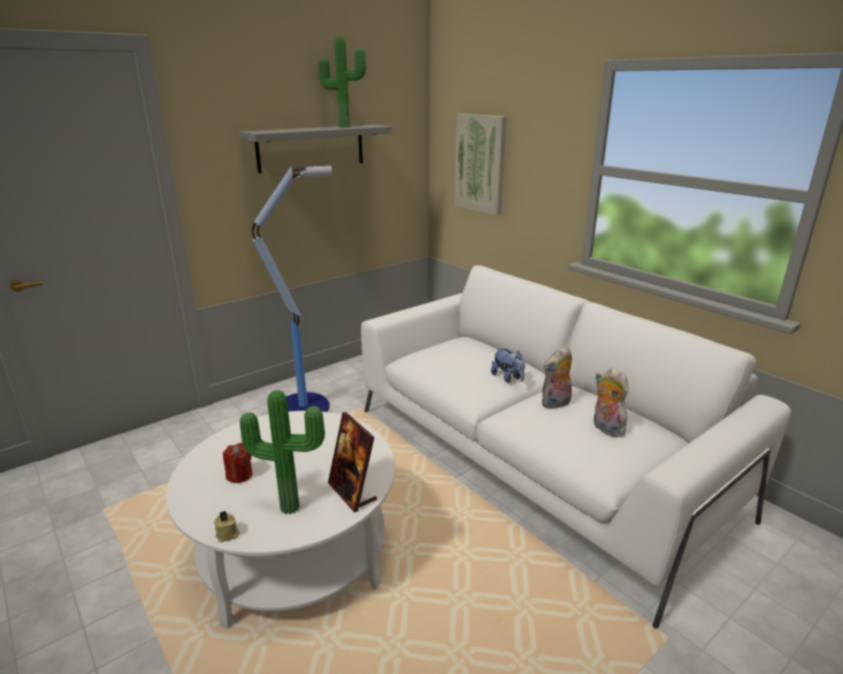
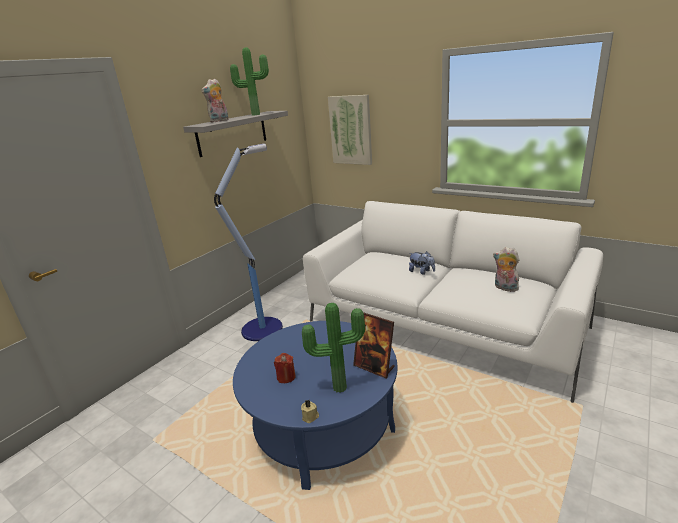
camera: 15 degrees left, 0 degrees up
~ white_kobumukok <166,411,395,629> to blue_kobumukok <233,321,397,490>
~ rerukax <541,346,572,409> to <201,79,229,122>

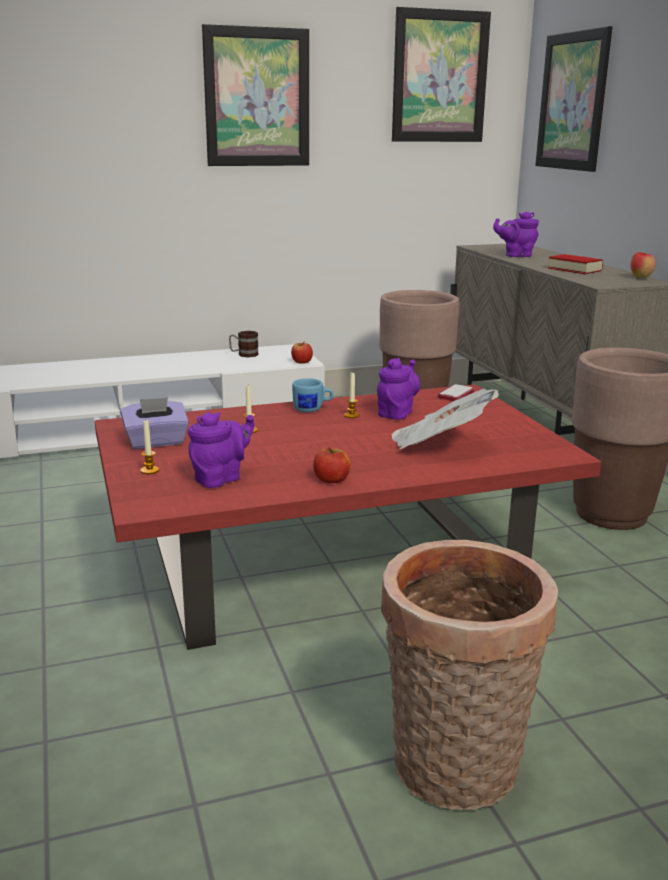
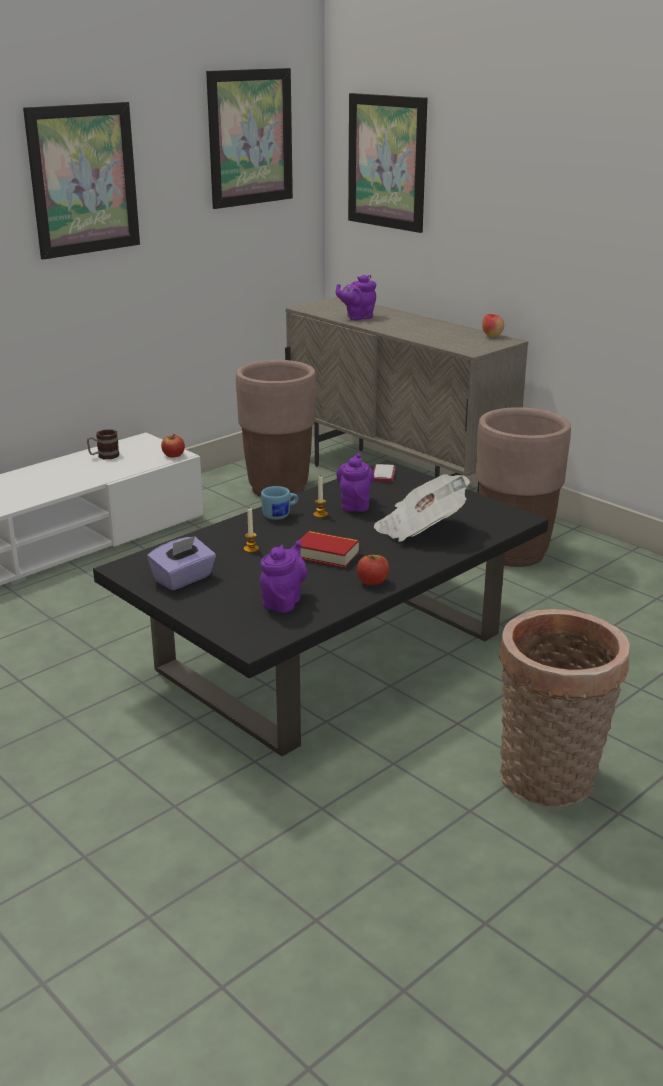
camera: 25 degrees left, 5 degrees up
~ red_kobumukok <95,384,601,650> to black_kobumukok <93,460,548,756>
- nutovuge <140,420,159,474>
~ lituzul <548,254,603,274> to <294,531,359,568>

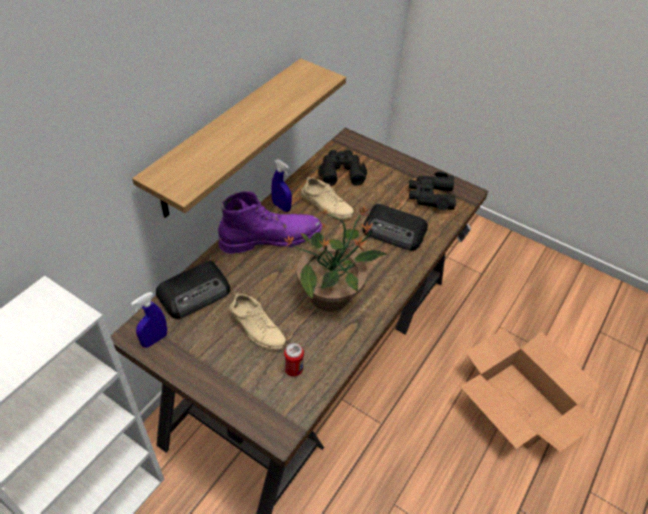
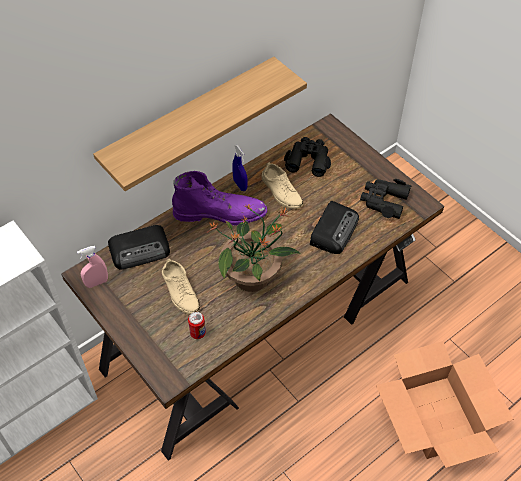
camera: 20 degrees right, 5 degrees up
~ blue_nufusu <131,292,167,348> to pink_nufusu <77,246,108,288>
~ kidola <363,204,428,251> = <310,201,359,254> 105 degrees counterclockwise

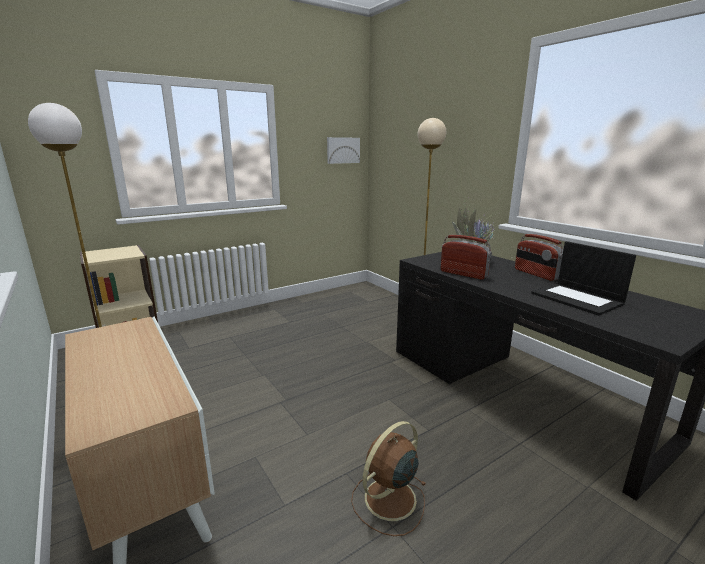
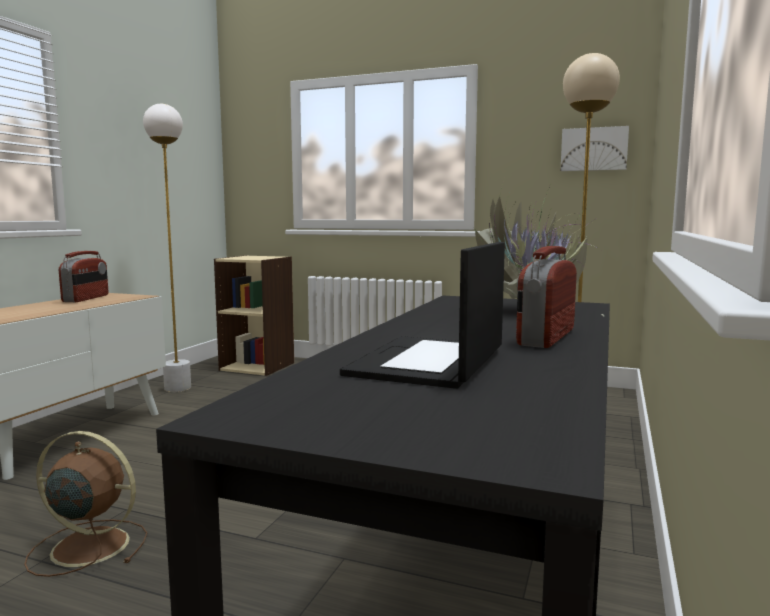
camera: 55 degrees right, 10 degrees down
~ kidola <441,235,492,280> to <59,251,108,302>

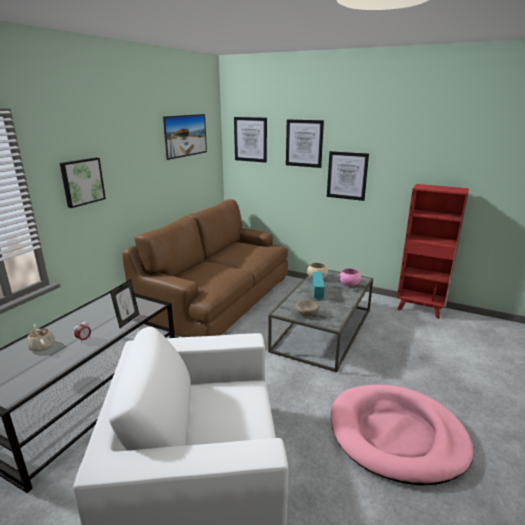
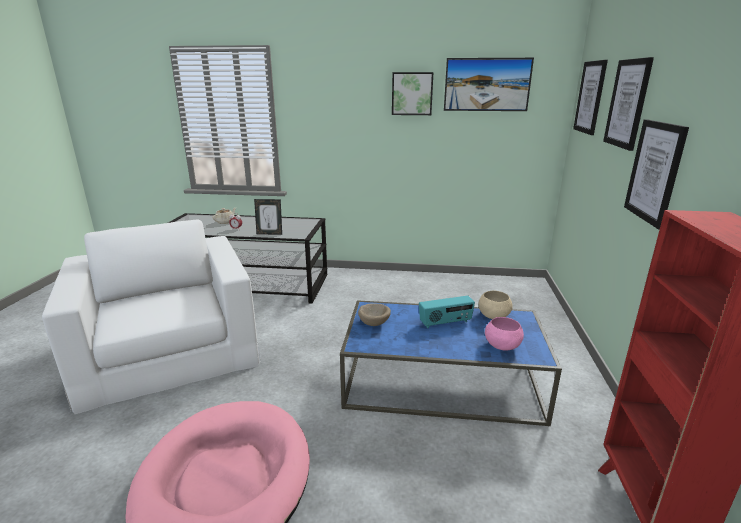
camera: 70 degrees right, 0 degrees up
~ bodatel <60,158,106,208> to <392,72,434,115>
- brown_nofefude <122,199,288,337>
~ grey_kobumukok <268,270,373,372> to blue_kobumukok <340,300,562,426>

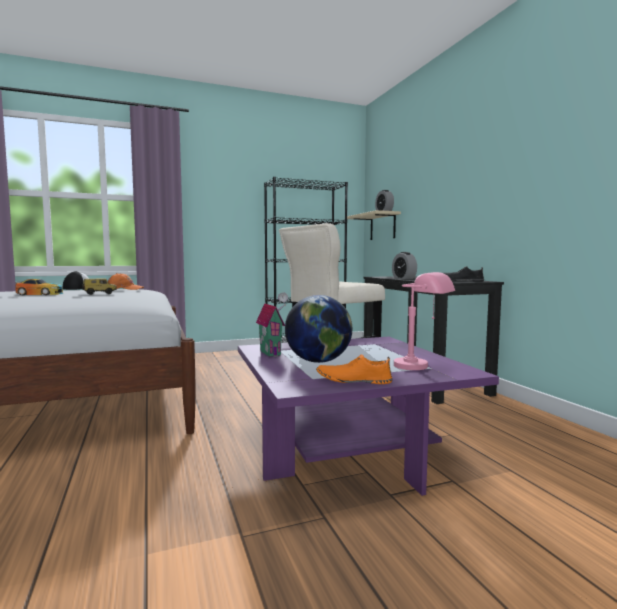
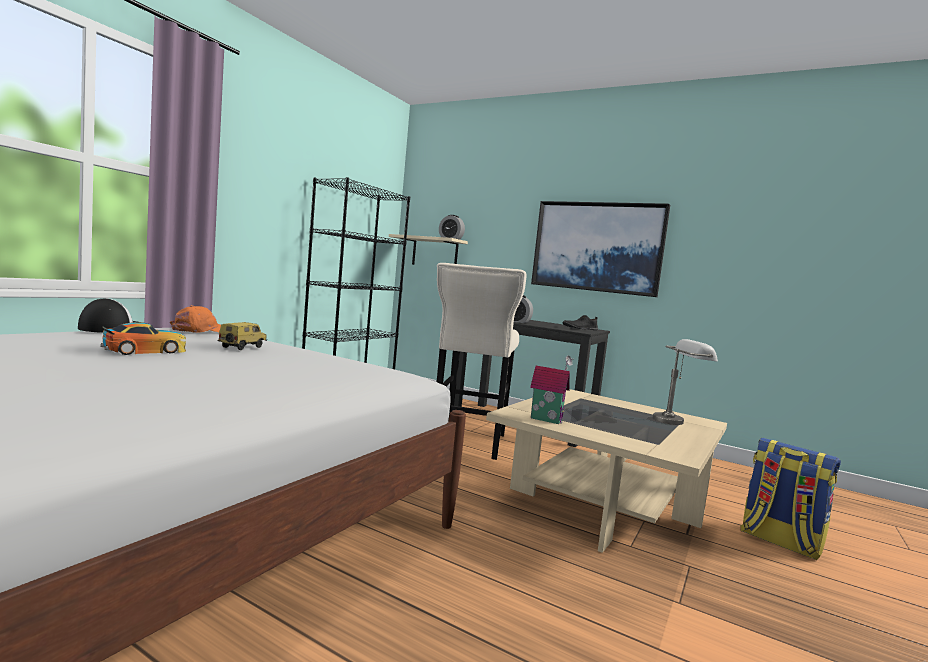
camera: 40 degrees left, 0 degrees up
~ purple_kobumukok <238,337,499,496> to beige_kobumukok <486,389,727,553>
- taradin <285,295,352,363>
- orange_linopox <316,355,392,384>
~ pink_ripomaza <394,272,455,370> to grey_ripomaza <653,339,718,425>
+ bodatel <531,201,670,297>
+ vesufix <741,438,841,560>

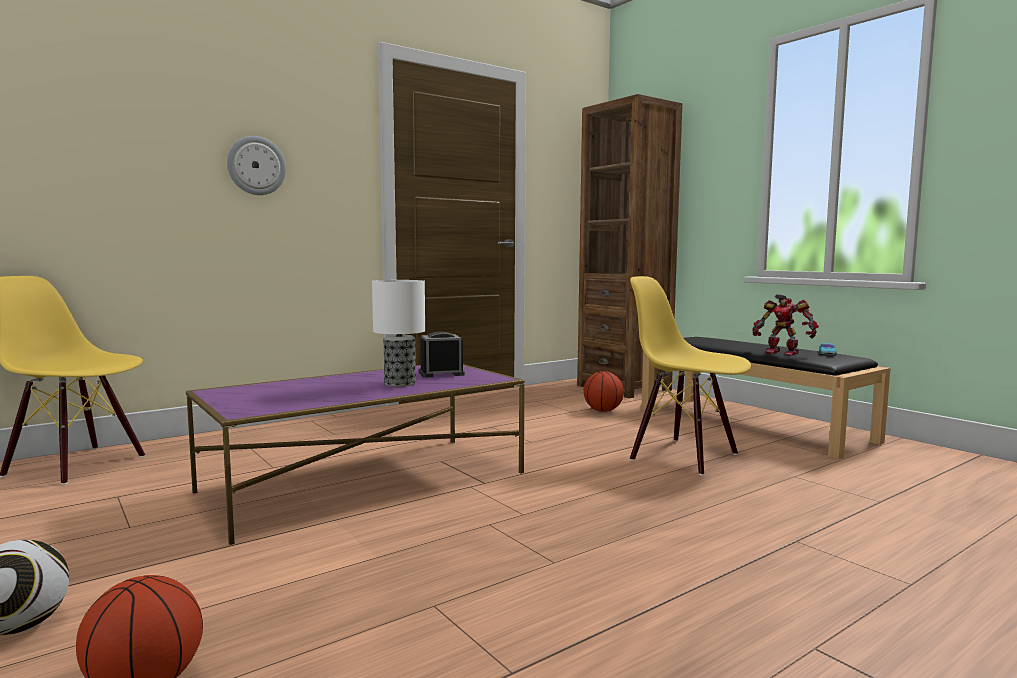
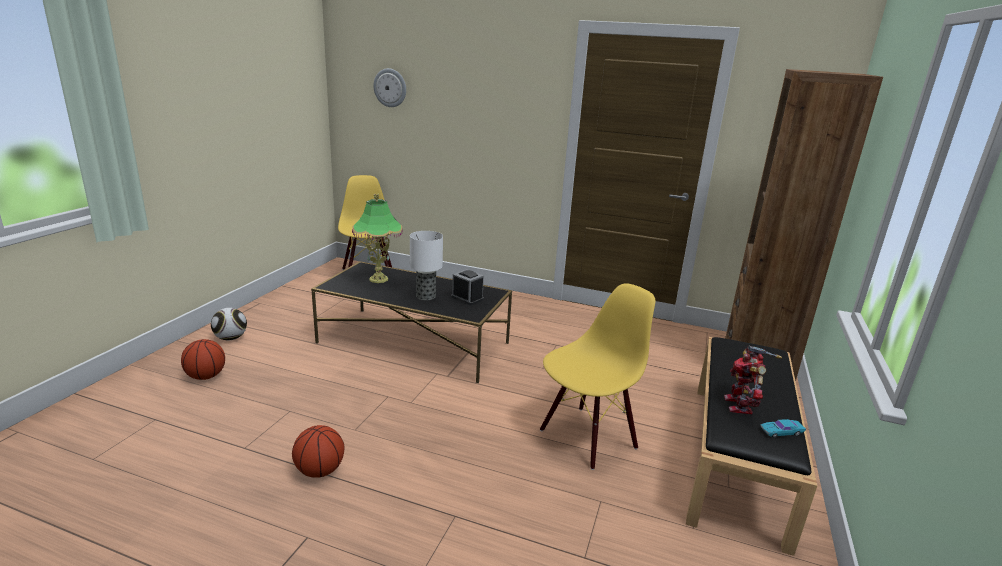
camera: 55 degrees right, 15 degrees up
~ purple_kobumukok <186,364,524,545> to black_kobumukok <311,261,512,383>
~ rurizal <227,136,286,195> to <373,68,406,107>
~ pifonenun <583,371,624,412> to <292,425,344,478>
~ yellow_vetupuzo <630,276,751,476> = <540,284,655,470> 45 degrees clockwise
+ ripomaza <352,194,403,283>

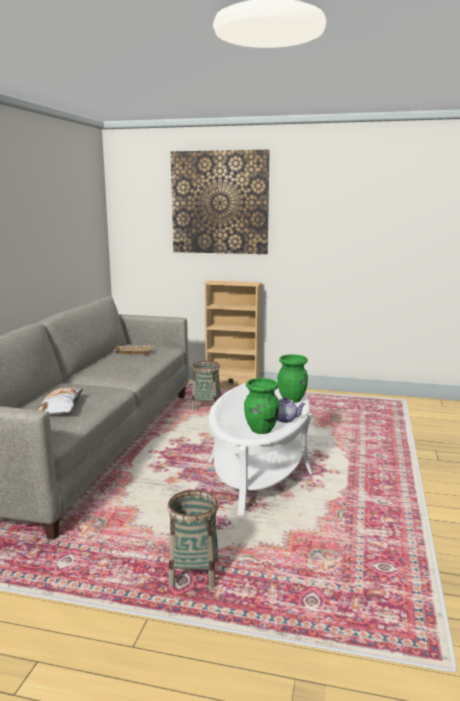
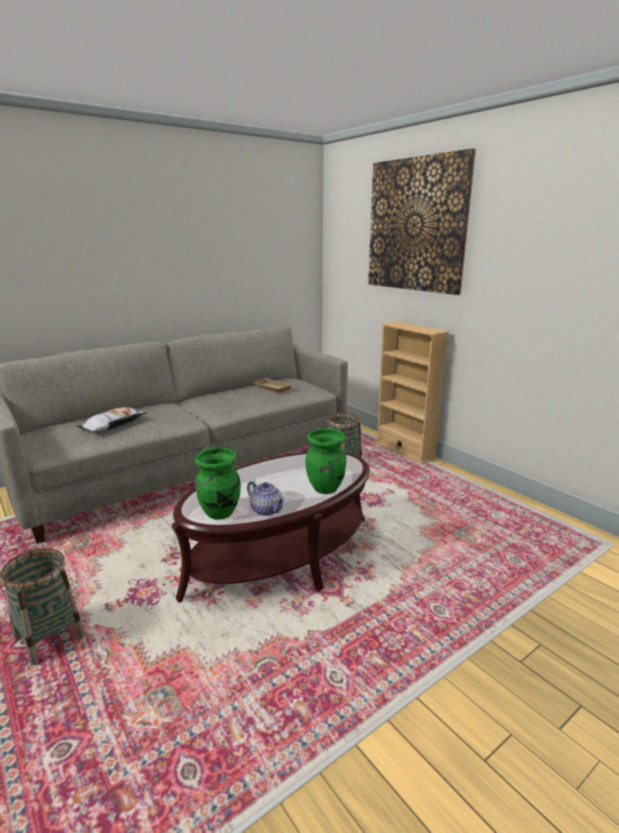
camera: 40 degrees right, 5 degrees up
~ white_kobumukok <208,380,313,516> to brown_kobumukok <172,452,370,603>

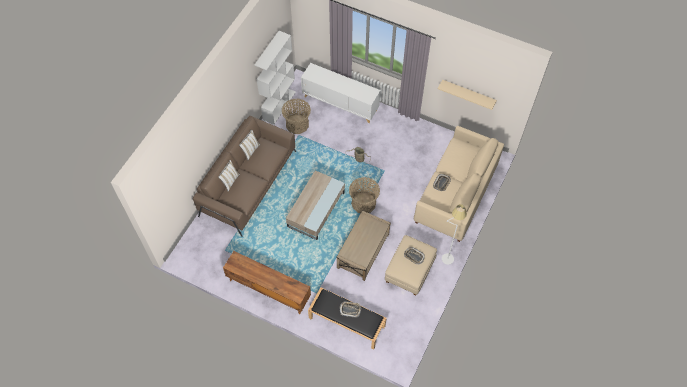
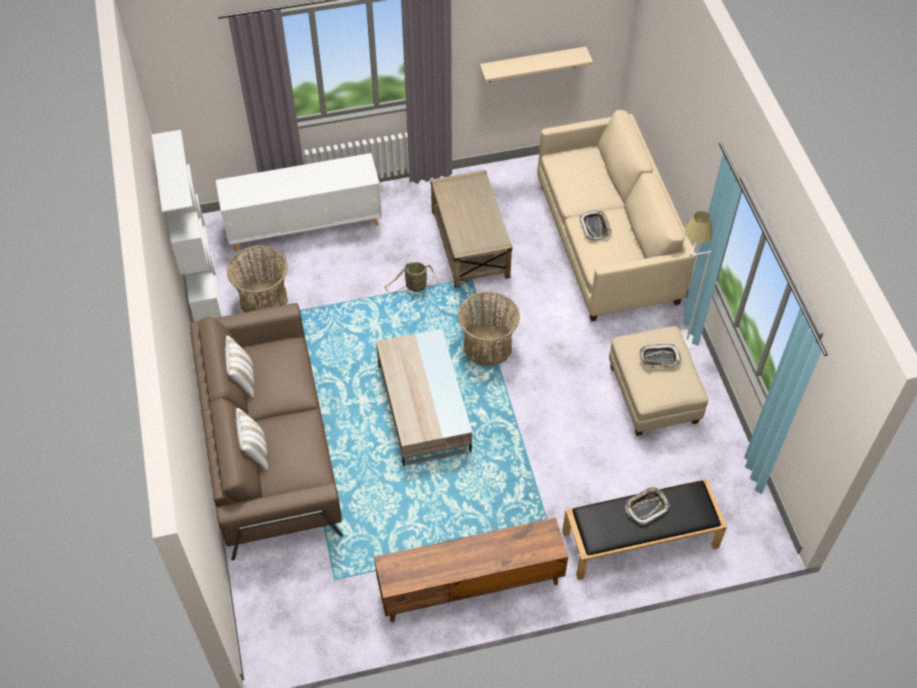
camera: 40 degrees left, 5 degrees down
~ beige_kobumukok <336,210,391,281> to <430,170,513,288>

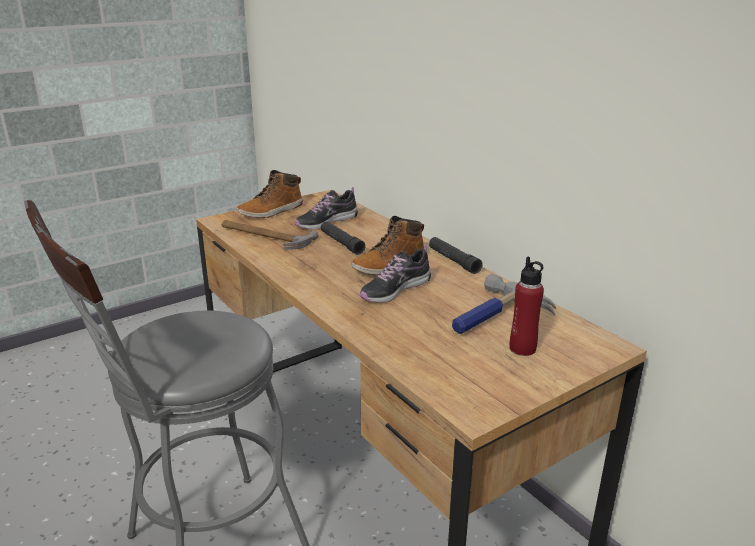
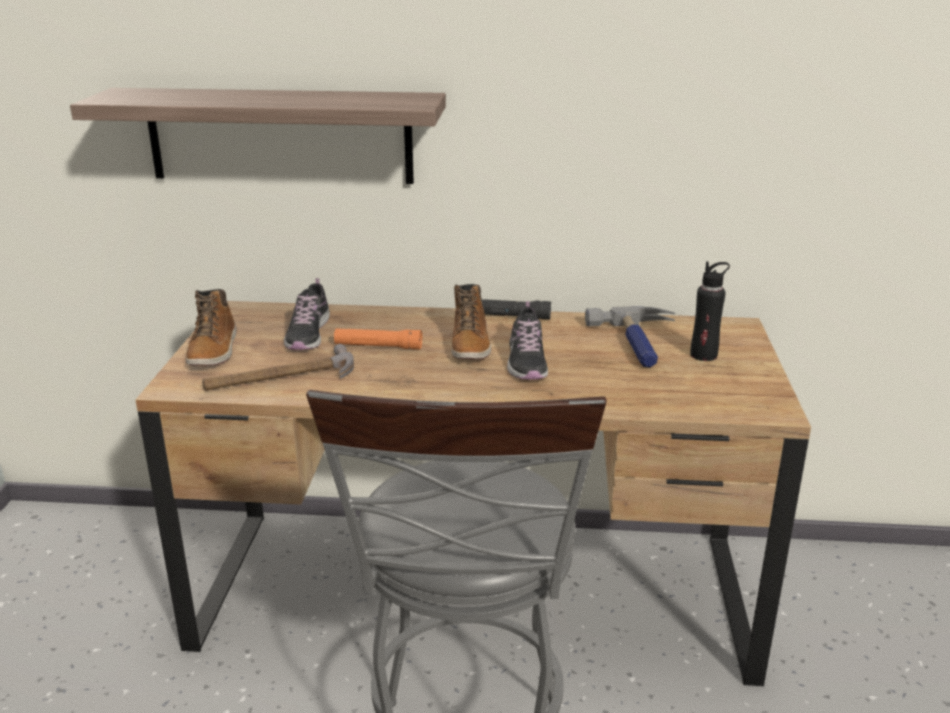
camera: 50 degrees left, 0 degrees up
~ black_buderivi <321,221,366,255> to orange_buderivi <334,328,422,350>
~ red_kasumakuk <510,256,544,356> to black_kasumakuk <690,261,730,361>
+ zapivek <70,88,446,184>

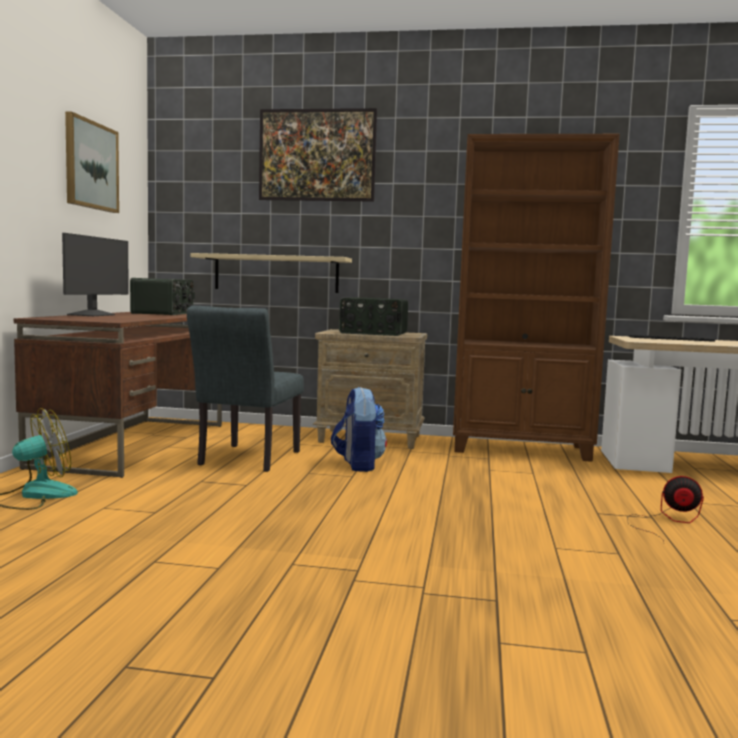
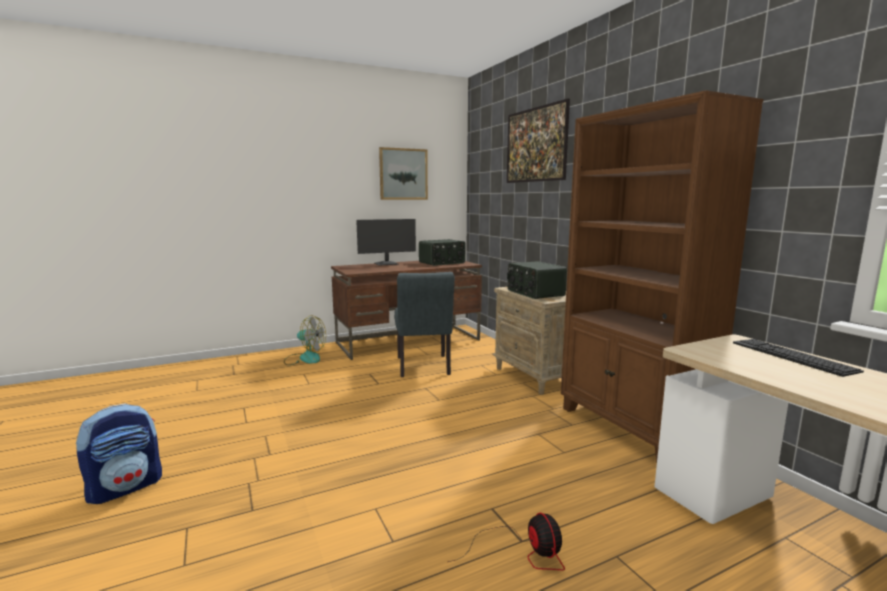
camera: 55 degrees right, 5 degrees up
~ grey_vetupuzo <187,306,304,472> = <394,272,455,377> 75 degrees counterclockwise
- beige_zapivek <190,253,352,293>
~ vesufix <331,387,387,472> to <76,403,162,504>

